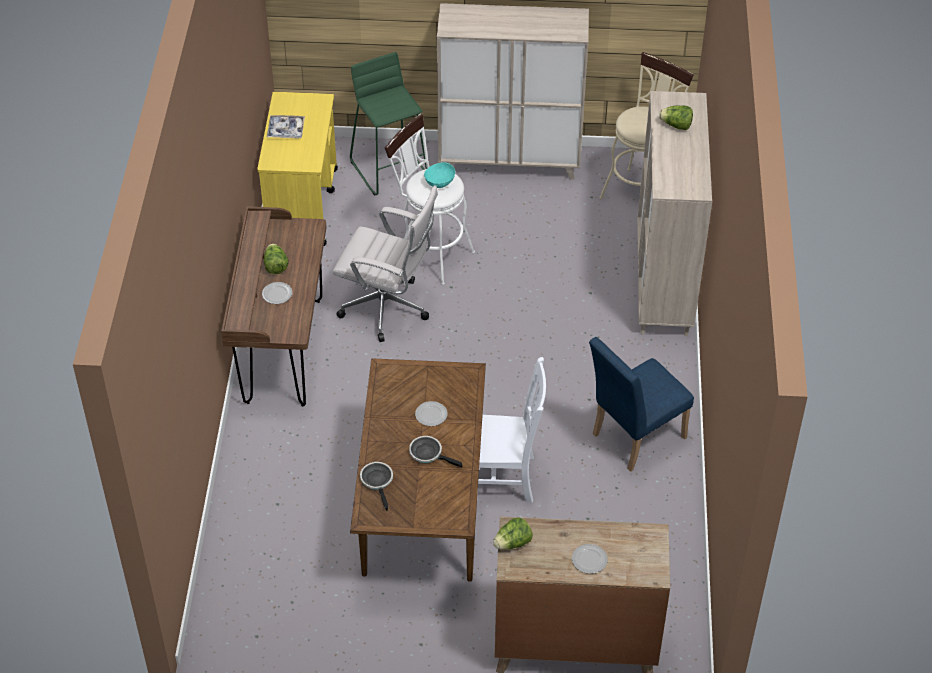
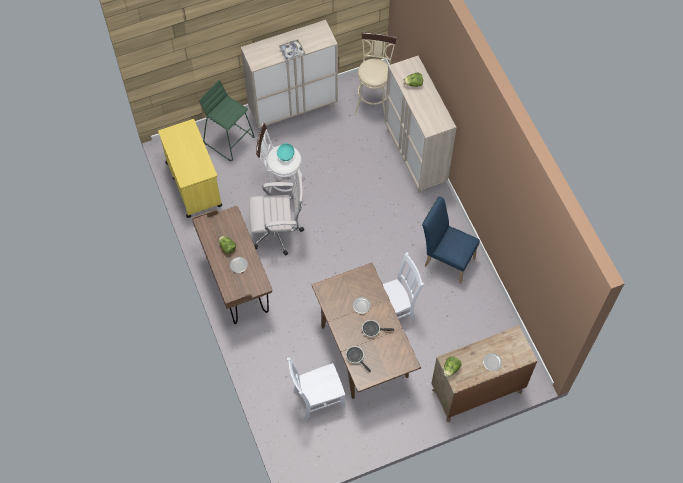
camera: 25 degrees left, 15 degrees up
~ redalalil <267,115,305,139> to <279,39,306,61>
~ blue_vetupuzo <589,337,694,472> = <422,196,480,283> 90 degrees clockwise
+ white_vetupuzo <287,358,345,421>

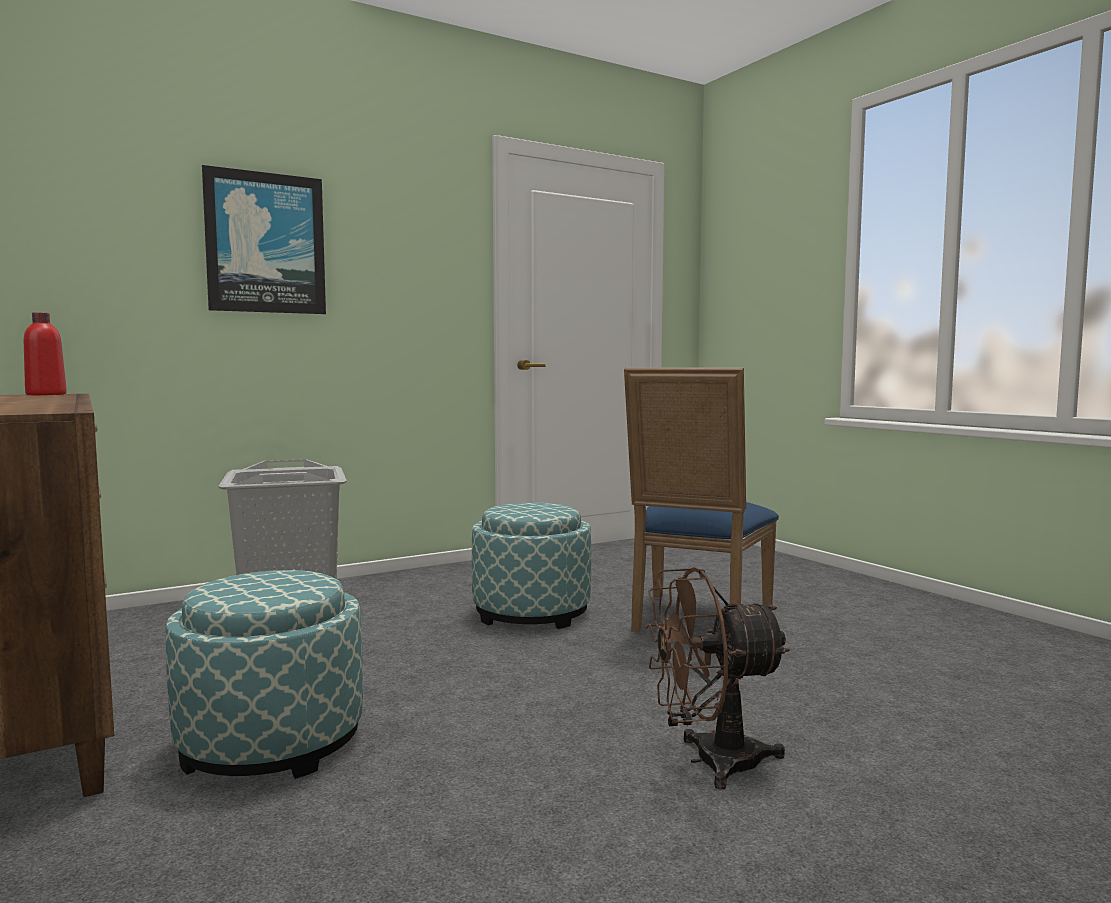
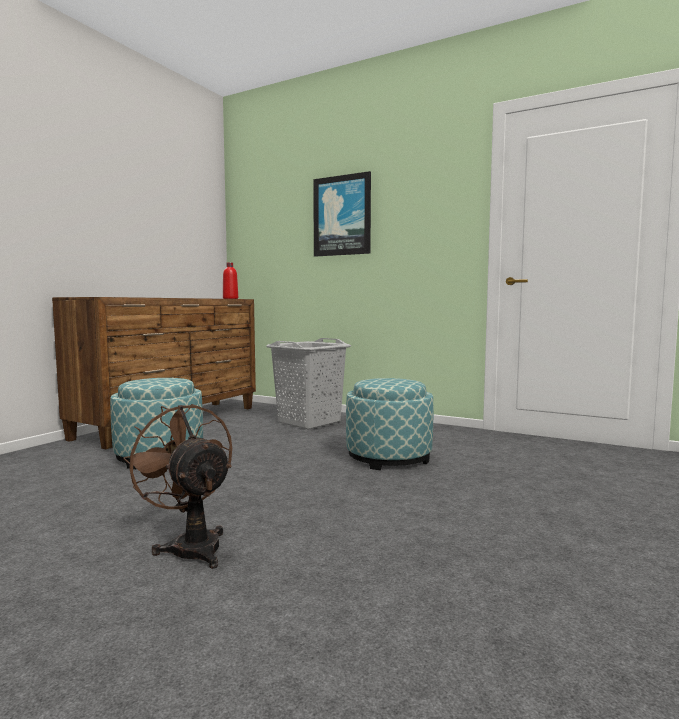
camera: 60 degrees right, 0 degrees up
- blue_vetupuzo <624,368,779,632>

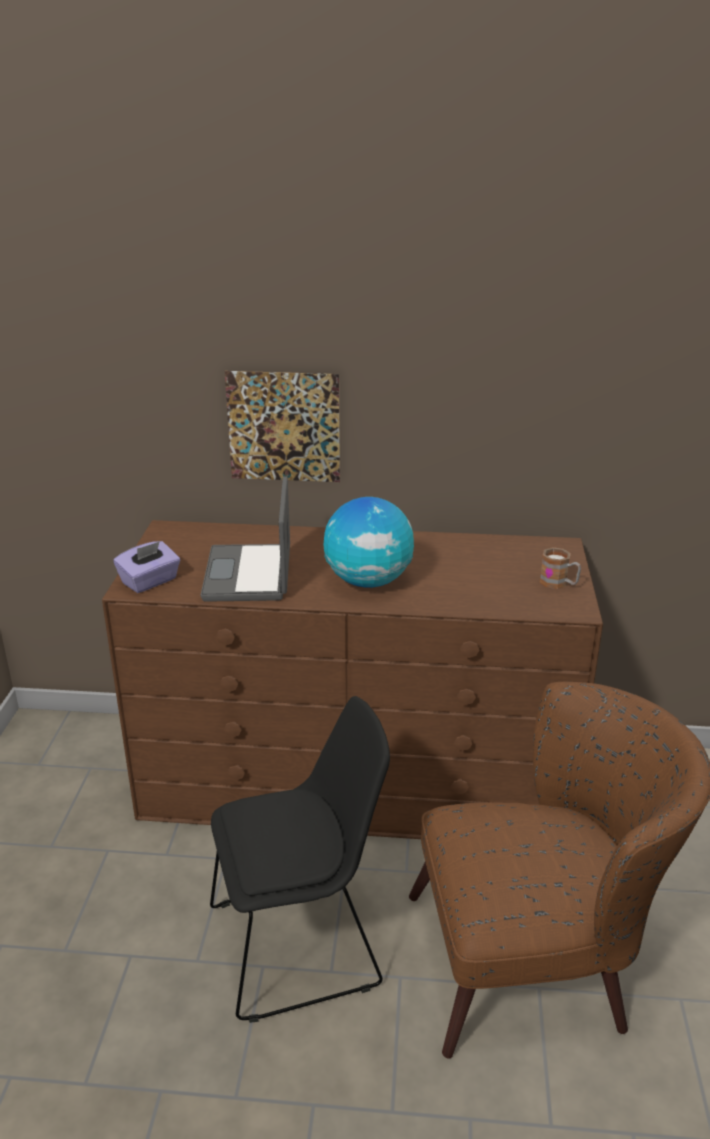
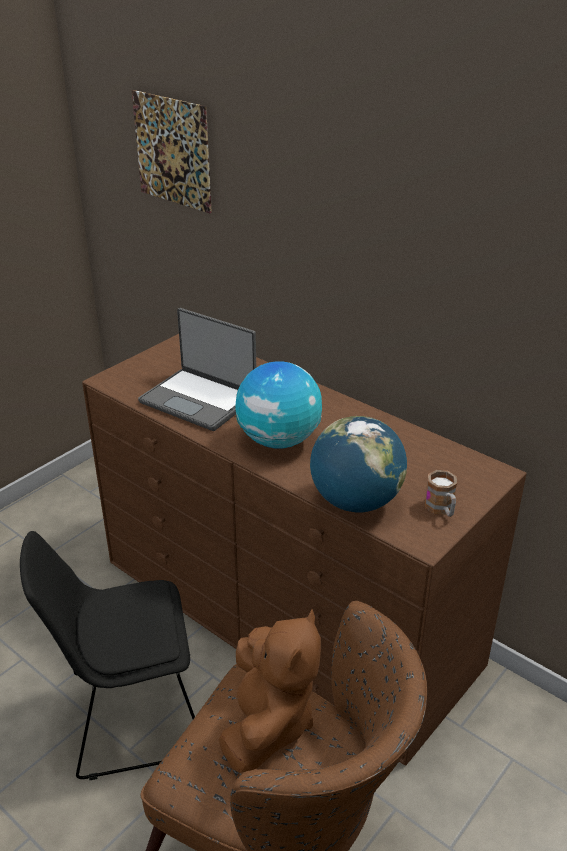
camera: 35 degrees right, 5 degrees up
- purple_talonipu <113,541,180,593>
~ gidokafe <200,476,290,602> = <138,308,256,431> 90 degrees counterclockwise
~ black_vetupuzo <210,696,390,1023> = <20,531,195,780> 150 degrees clockwise
~ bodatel <225,371,340,482> to <132,90,212,213>
+ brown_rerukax <219,609,321,772>
+ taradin <310,416,407,512>

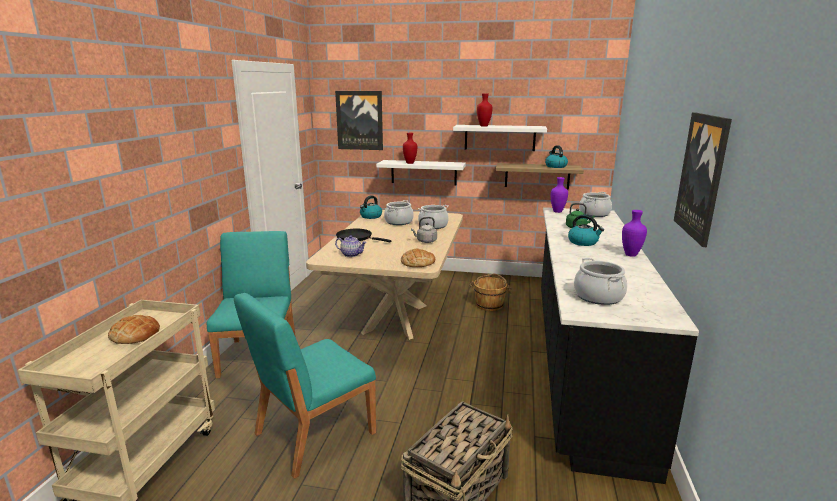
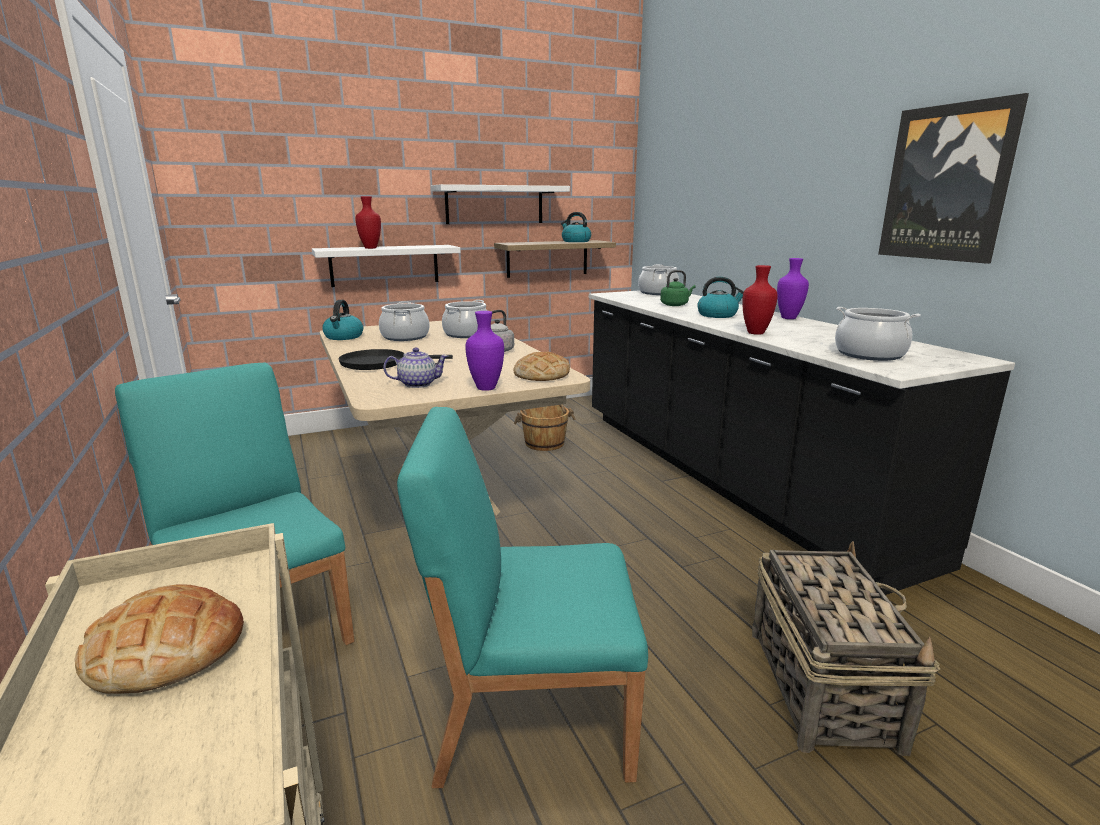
camera: 35 degrees left, 0 degrees up
~ turquoise_vetupuzo <234,293,376,479> = <397,407,648,788> 75 degrees clockwise
- bodatel <335,91,383,150>
~ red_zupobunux <477,93,493,127> to <742,265,778,335>
~ purple_zupobunux <551,177,568,213> to <466,311,504,391>

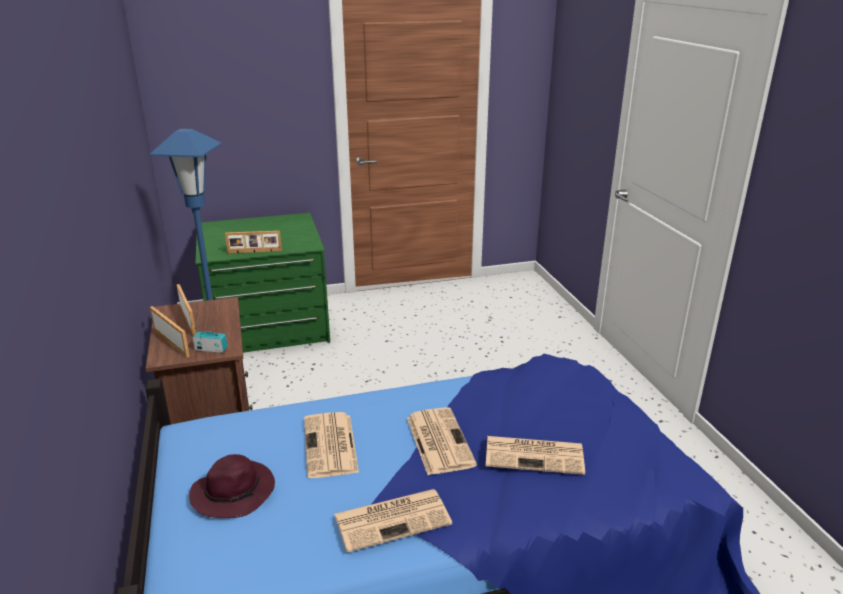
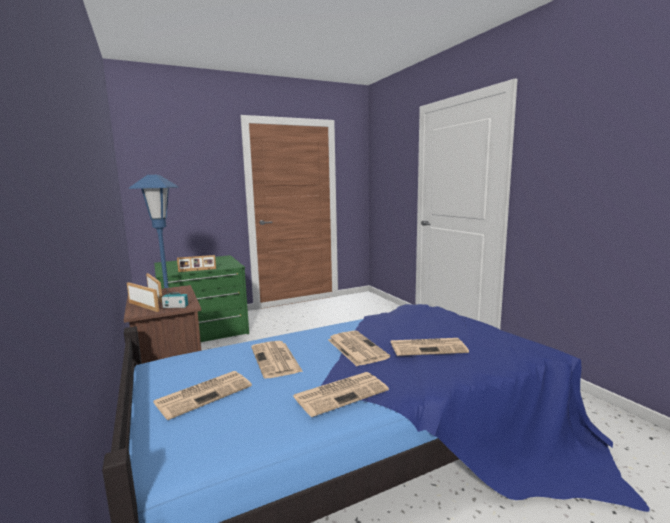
camera: 10 degrees left, 15 degrees down
~ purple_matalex <189,454,275,518> to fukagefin <153,371,252,420>

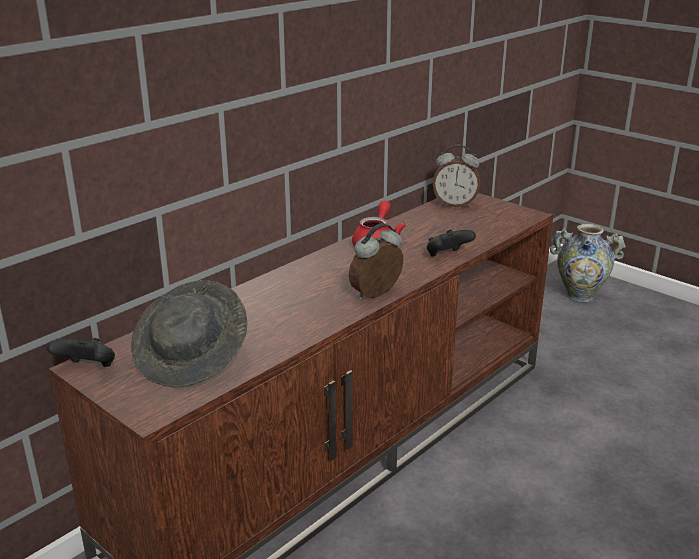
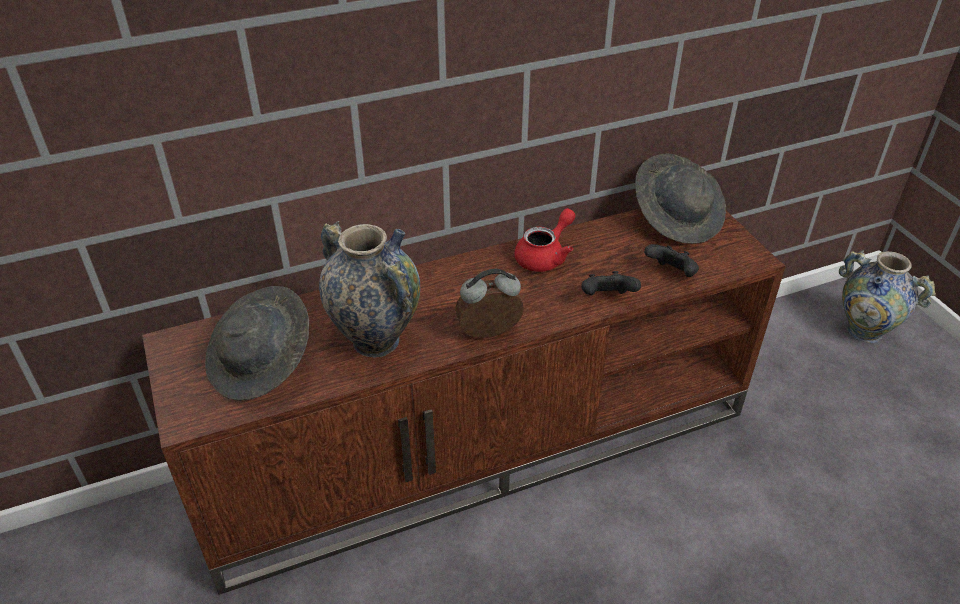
camera: 25 degrees right, 15 degrees up
~ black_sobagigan <47,338,115,367> to <644,244,699,277>
~ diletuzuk <433,144,480,207> to grey_matalex <635,153,726,244>
+ zupobunux <319,221,420,357>

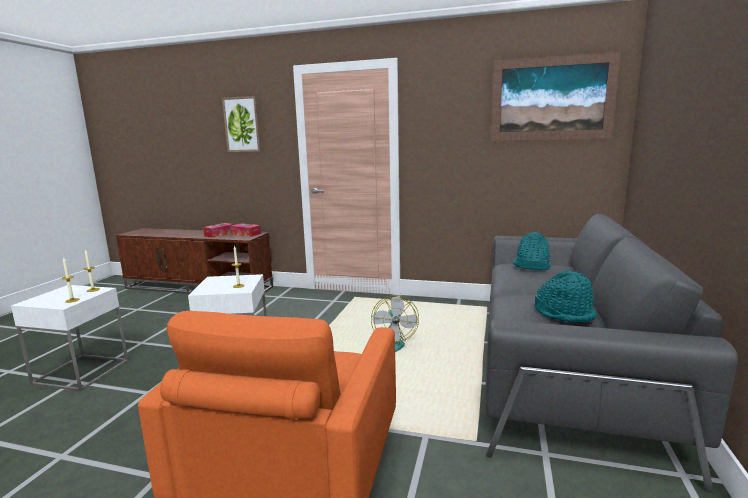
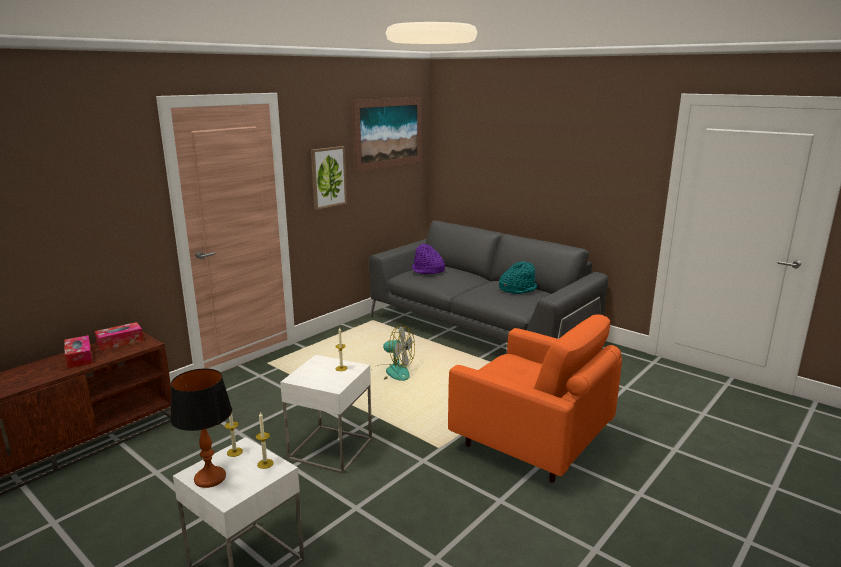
camera: 65 degrees left, 5 degrees up
~ bodatel <222,96,261,152> to <311,146,347,210>
~ turquoise_matalex <513,232,551,270> to purple_matalex <412,244,445,274>
+ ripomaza <170,368,232,488>

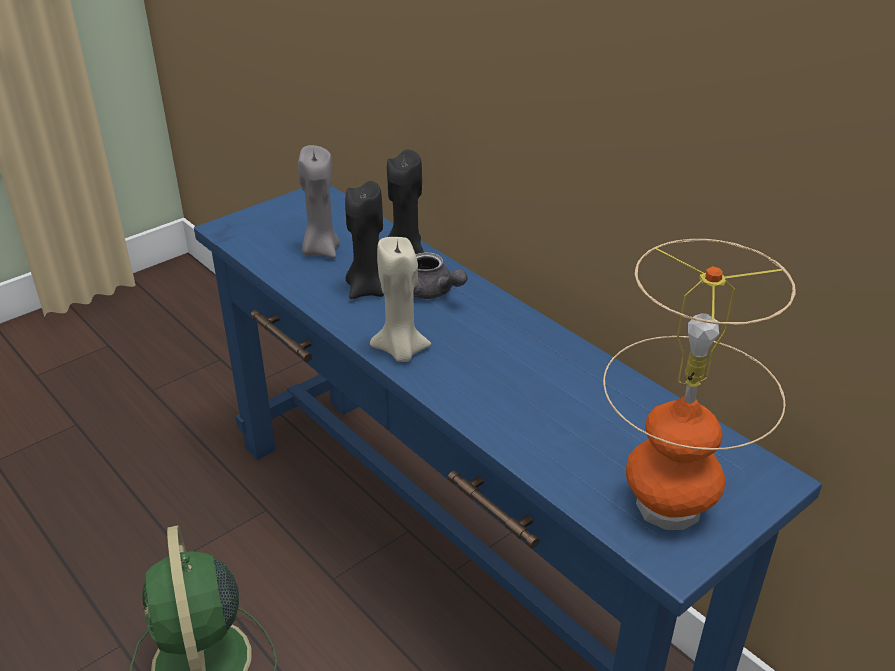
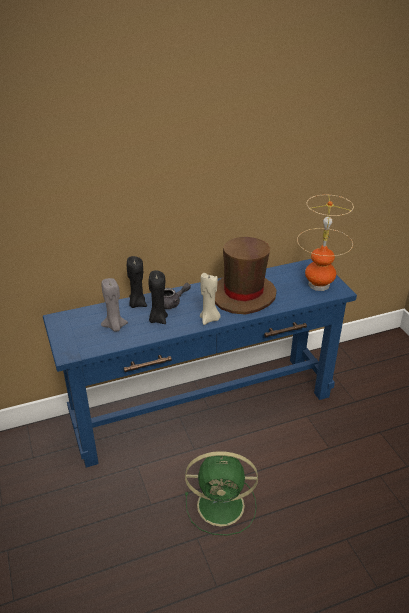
camera: 70 degrees left, 0 degrees up
+ brown_matalex <215,237,276,315>

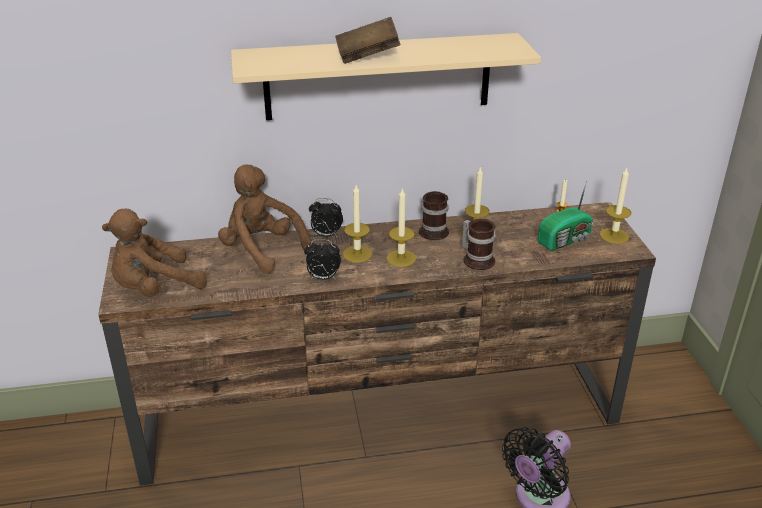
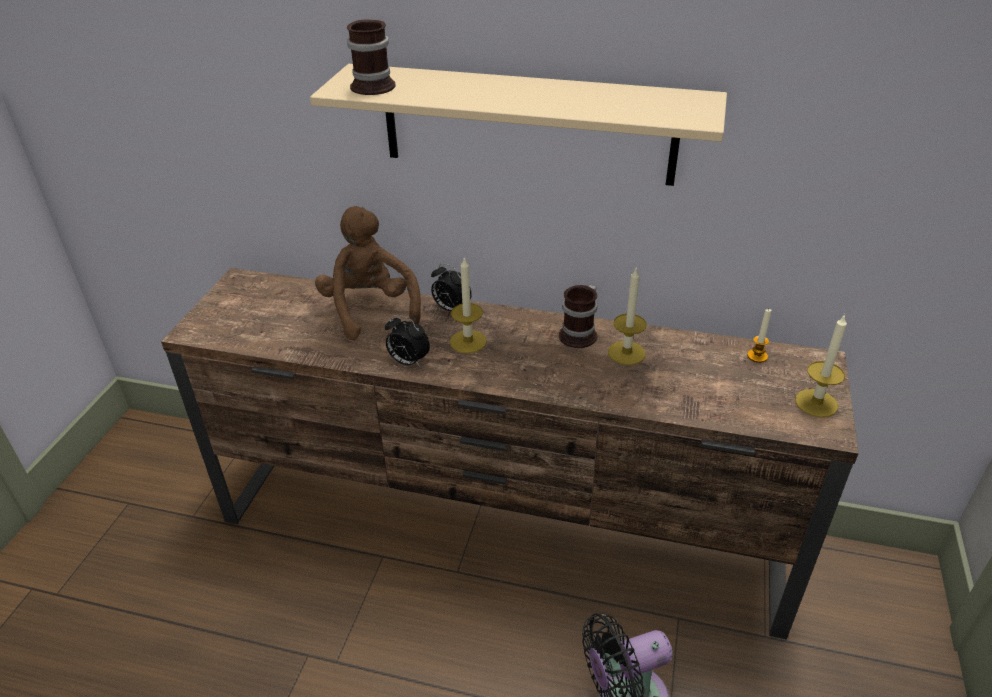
camera: 25 degrees right, 5 degrees up
- brown_rerukax <102,209,207,297>
- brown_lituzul <335,17,400,64>
- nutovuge <386,187,416,267>
~ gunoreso <462,219,496,270> to <347,19,396,95>
- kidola <538,181,593,251>

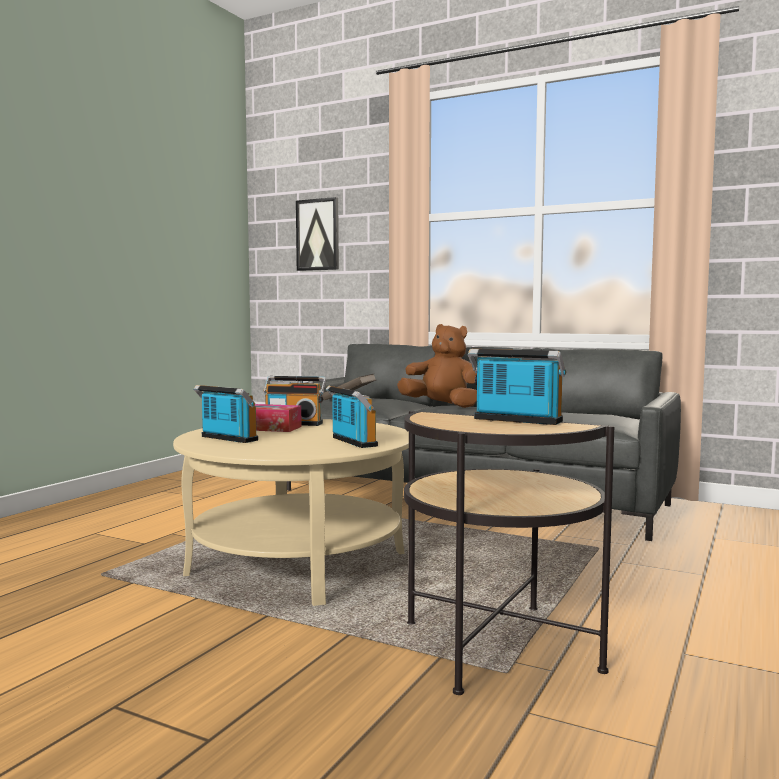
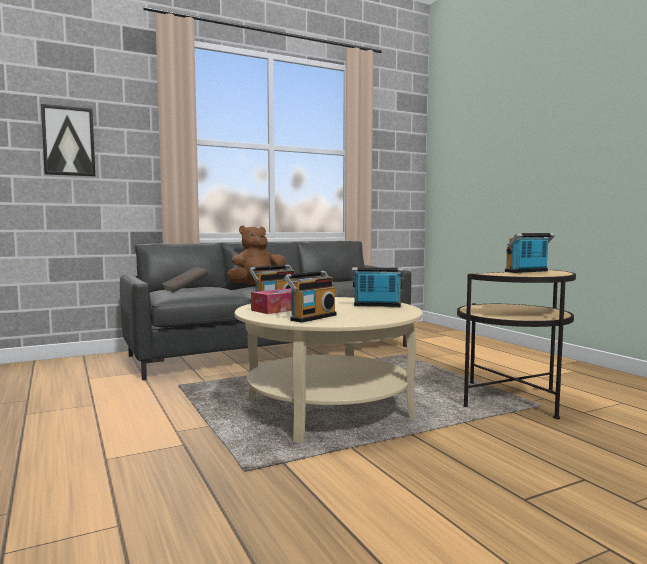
camera: 55 degrees left, 0 degrees up
~ kidola <193,385,258,443> = <284,271,337,323> 150 degrees clockwise

